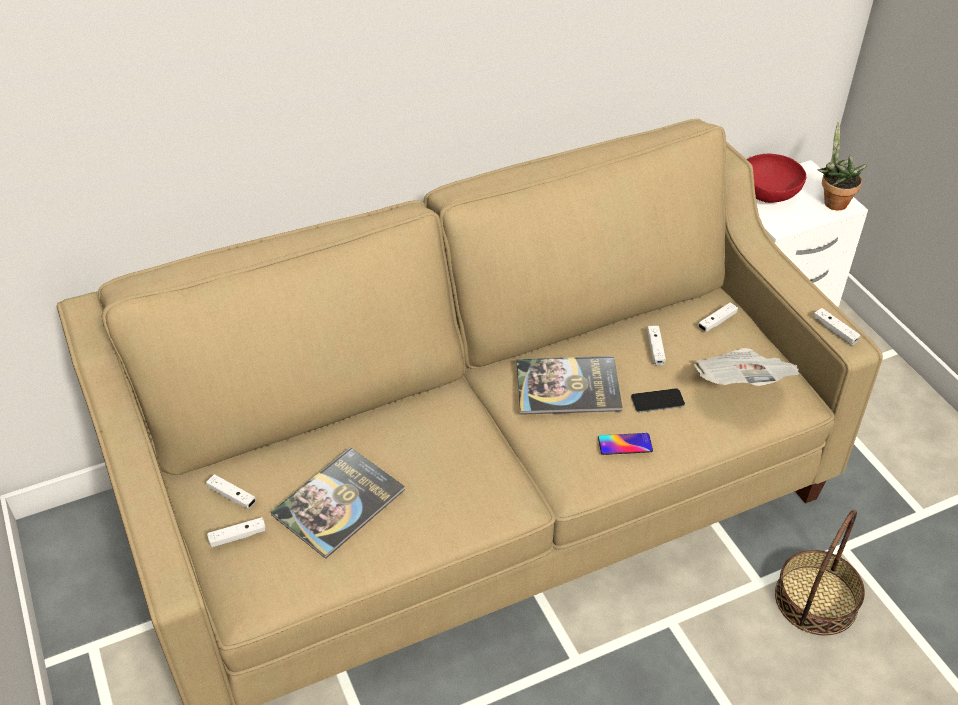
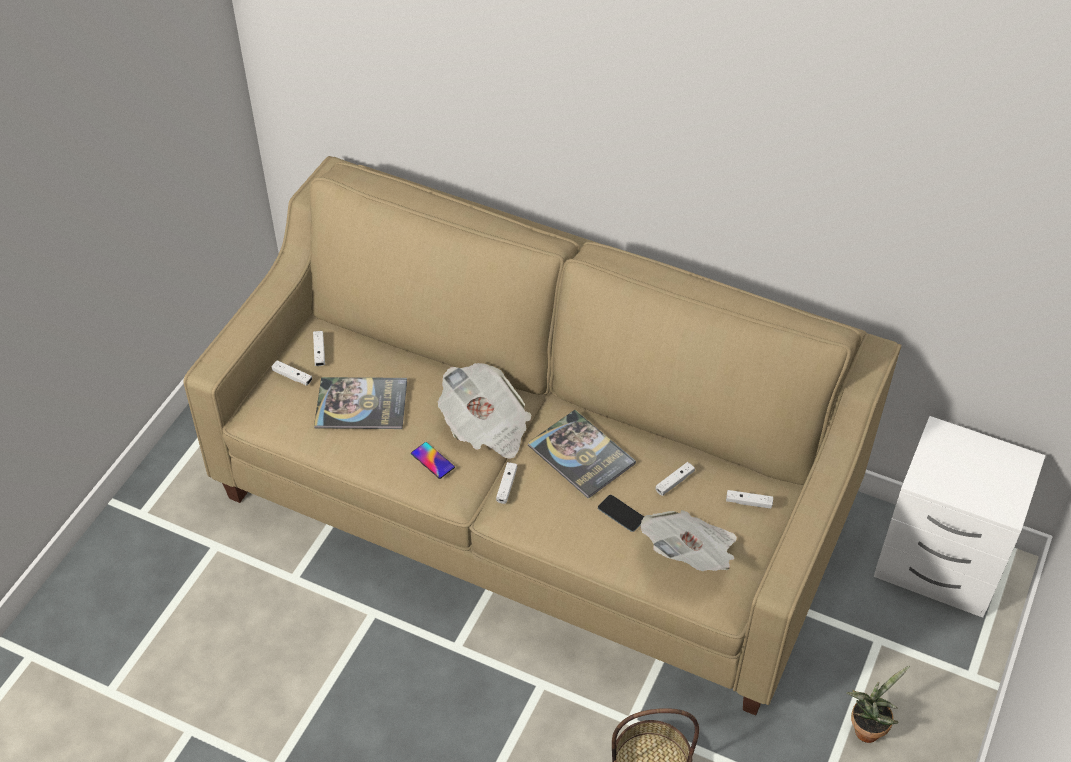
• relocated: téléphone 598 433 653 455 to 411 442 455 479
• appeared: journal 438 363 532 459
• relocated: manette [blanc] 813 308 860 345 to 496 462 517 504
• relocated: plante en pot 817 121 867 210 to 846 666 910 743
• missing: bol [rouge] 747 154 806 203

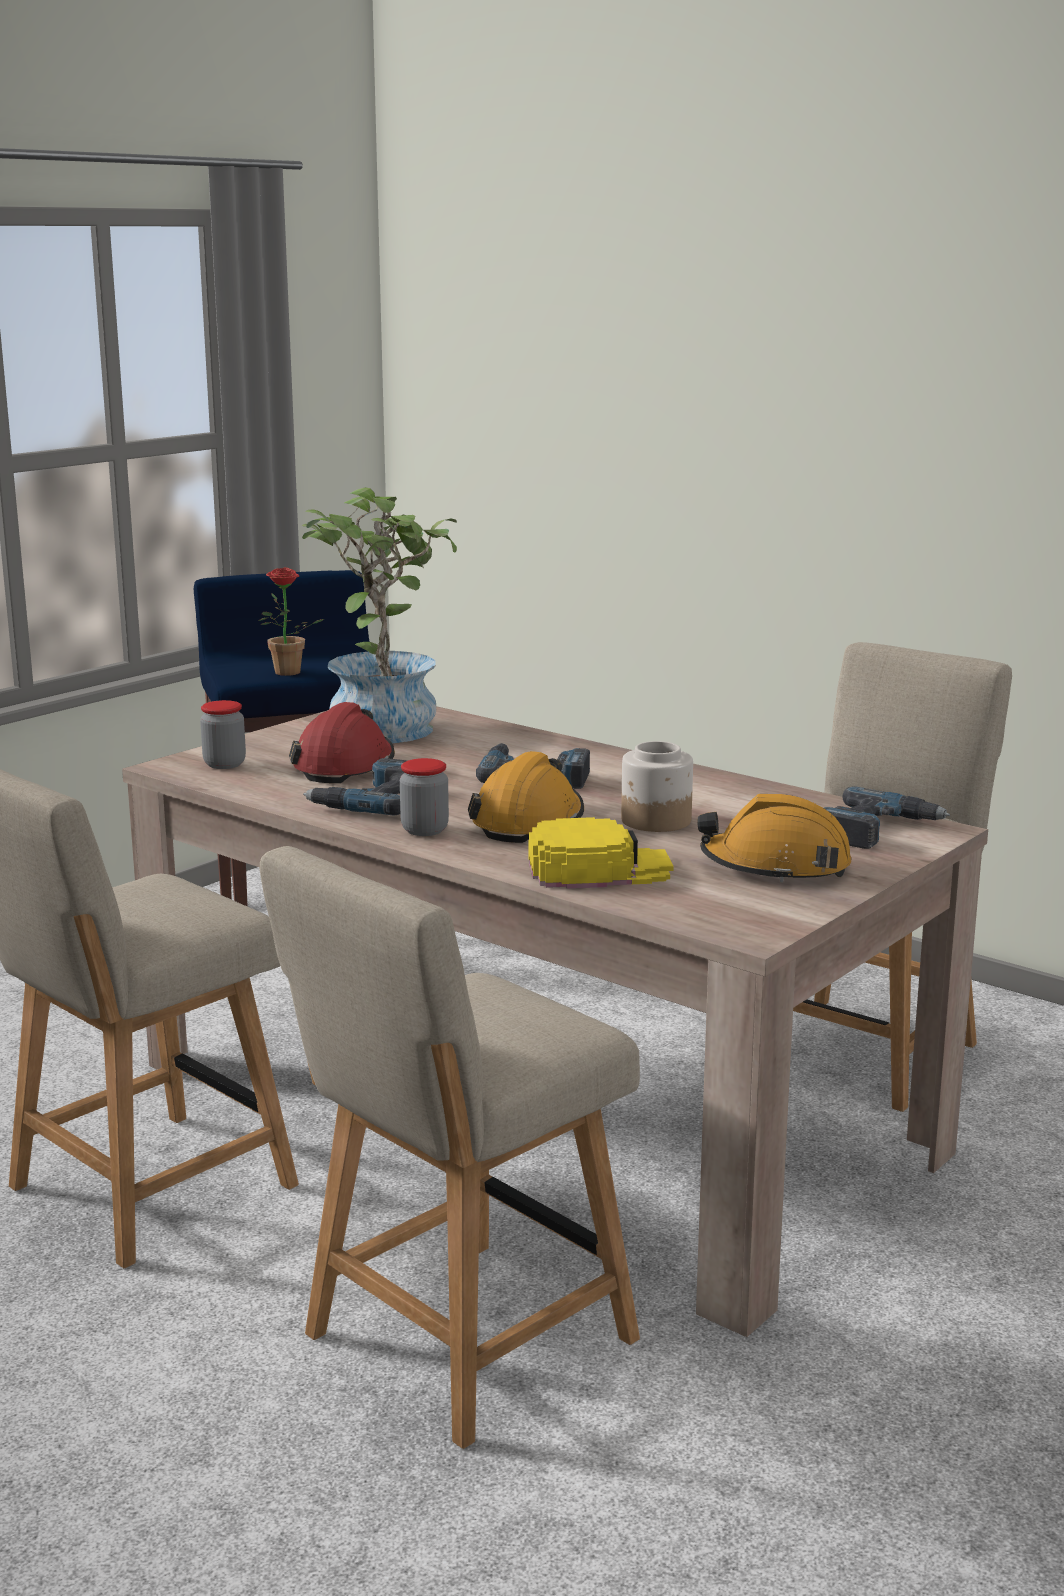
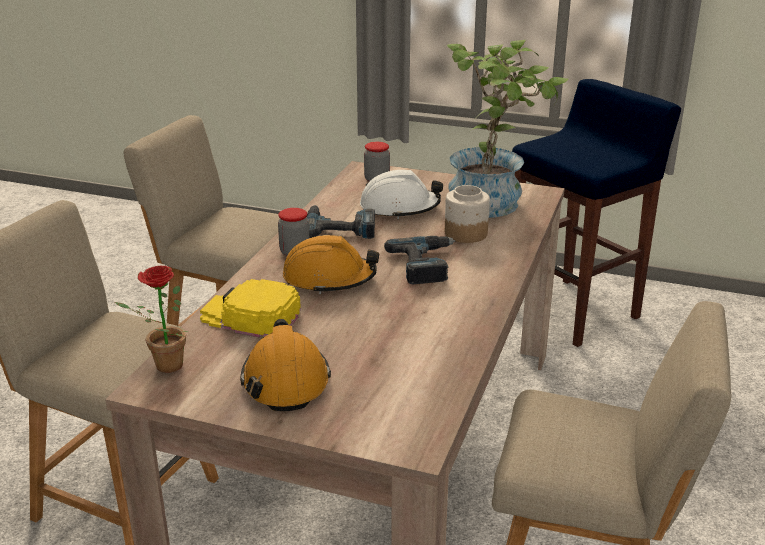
• relocated: plante en pot 259 567 324 676 to 115 265 189 373
• spun: casquette [jaune] 528 817 674 889 = 200 279 301 338 135 degrees clockwise
• colour: casque de chantier [rouge] 289 702 395 783 to casque de chantier [blanc] 360 170 443 219
• relocated: bocal 621 741 693 832 to 445 185 490 243
• missing: perceuse 824 786 950 849

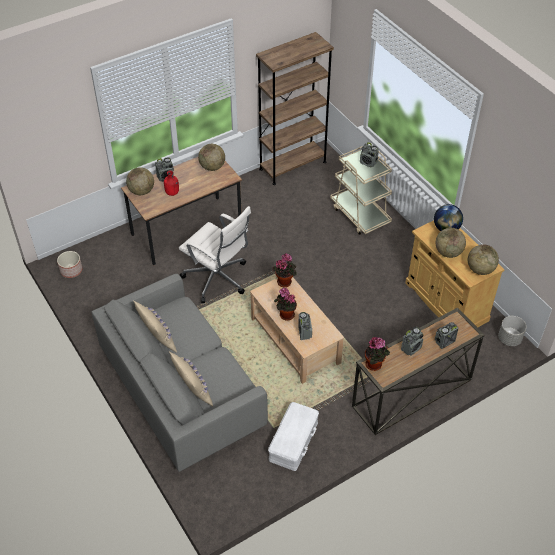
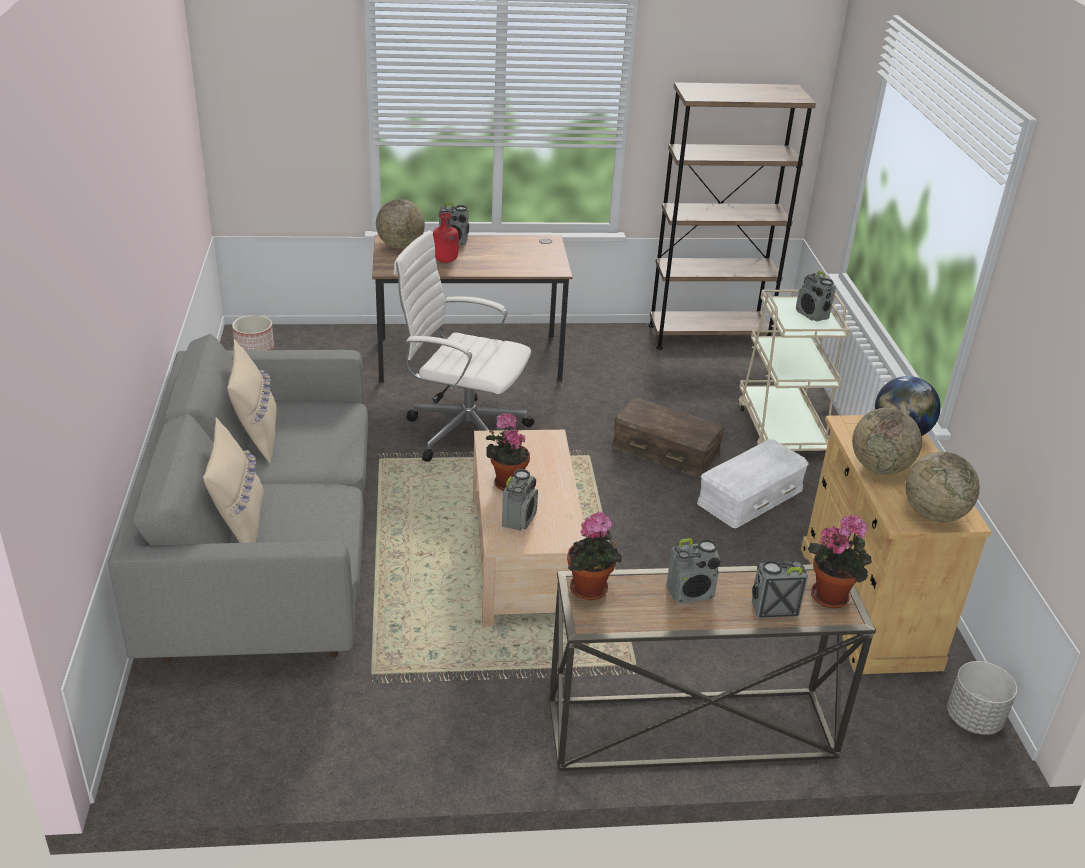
• spun: chaise de bureau [blanc] 179 206 251 303 = 394 230 534 462 135 degrees clockwise
• appeared: boîte de rangement [marron] 611 398 725 478
• relocated: boîte de rangement [blanc] 268 402 319 471 to 697 439 809 528
• relocated: plante en pot 272 253 297 288 to 808 515 872 608
• missing: globe 198 144 225 171

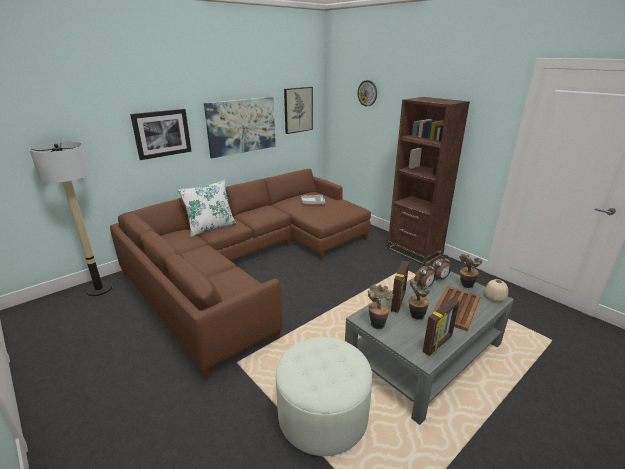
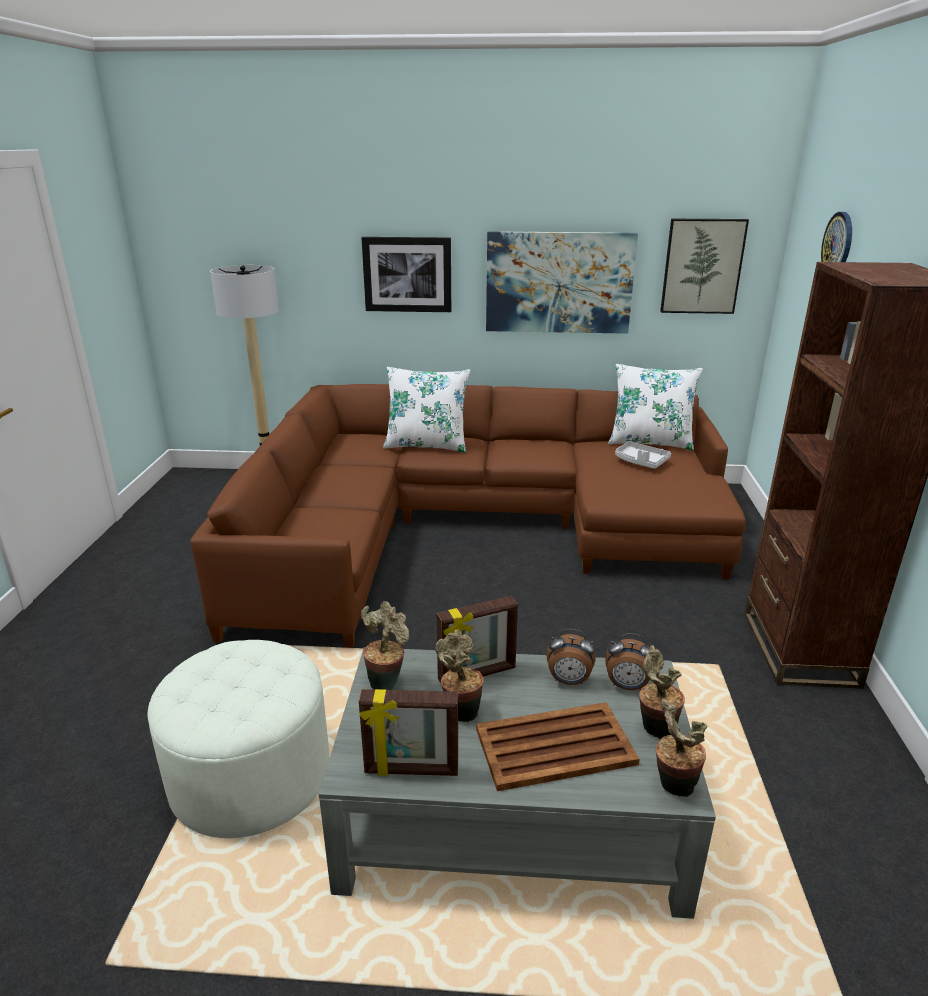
• appeared: coussin [blanc] 608 363 703 451
• exchanged: vase [beige] 485 279 508 302 to plante en pot 656 699 707 797

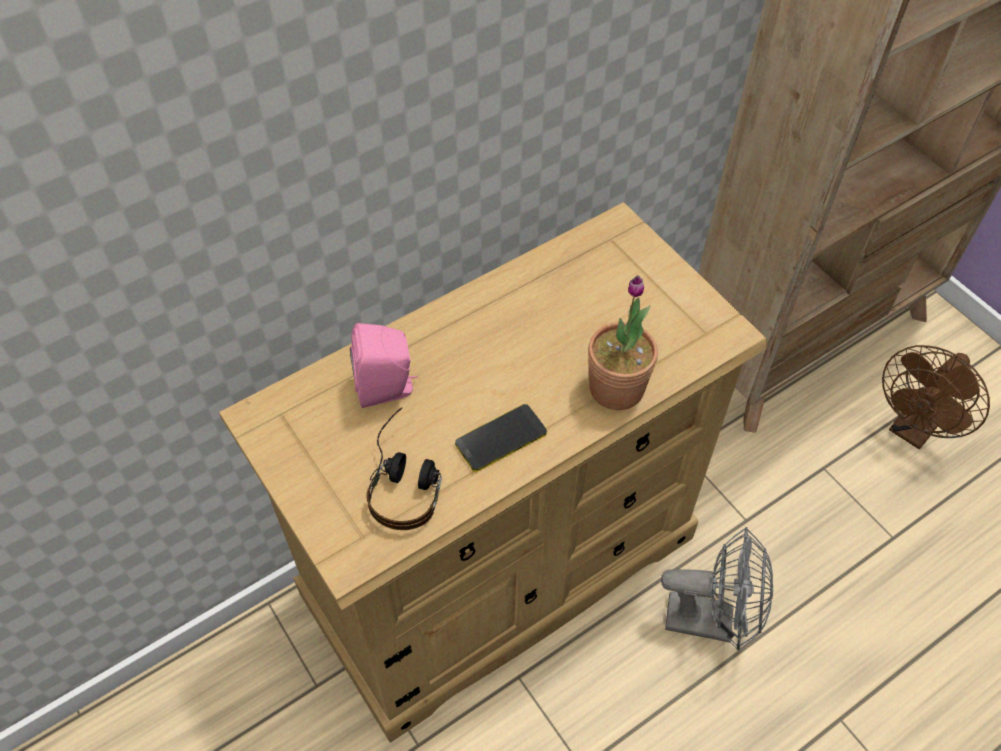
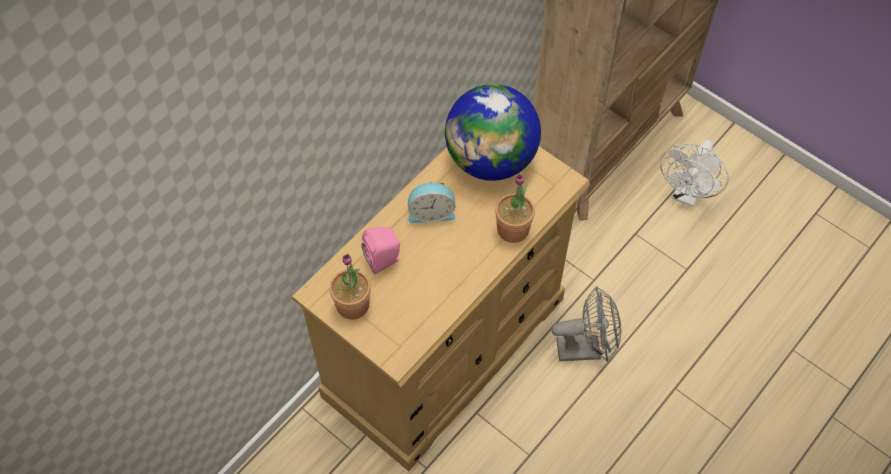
• appeared: plante en pot 330 254 371 319
• appeared: réveil 408 182 456 223
• appeared: globe 445 84 541 181
• colour: ventilateur [marron] 882 345 990 449 to ventilateur [blanc] 660 140 729 207
• missing: casque audio 366 408 442 530
• missing: téléphone 455 404 547 472

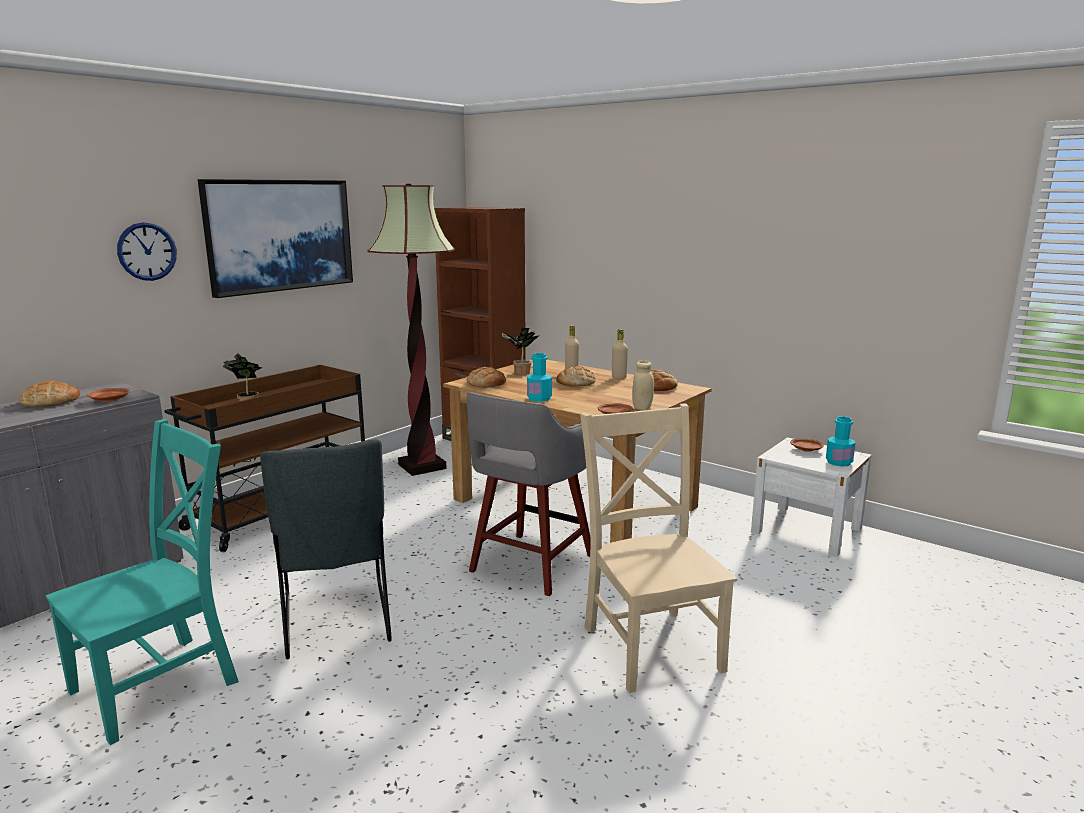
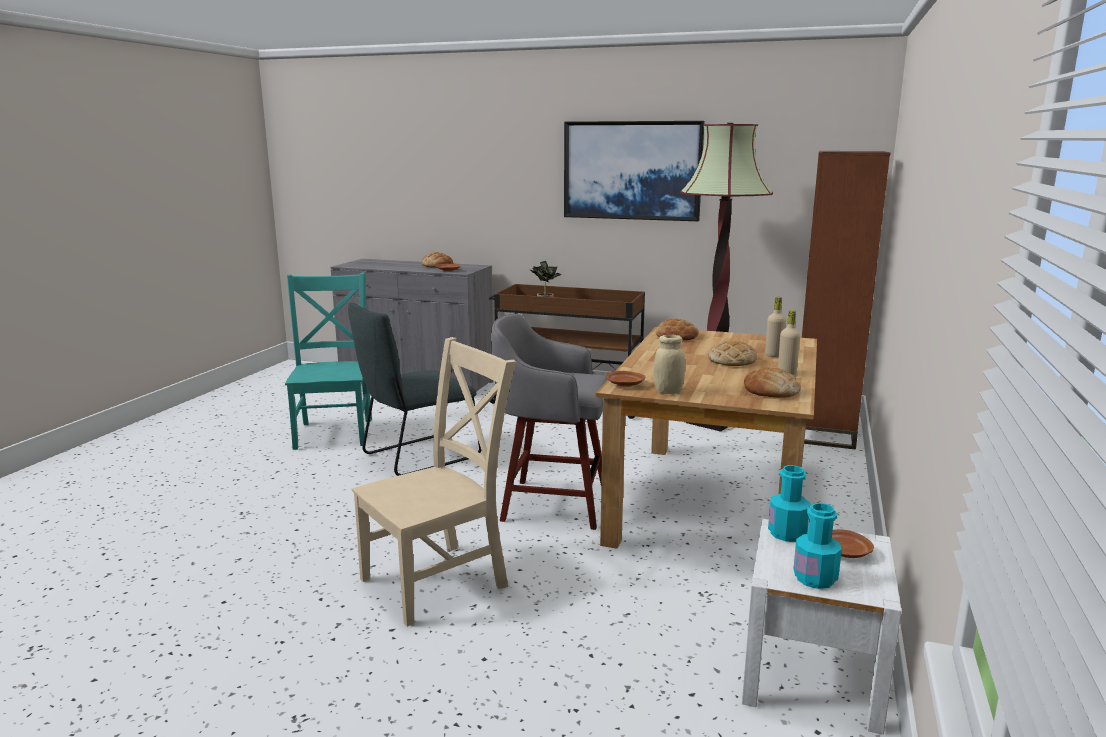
• spun: chaise [turquoise] 46 419 239 745 = 285 273 372 450 120 degrees counterclockwise
• relocated: bouteille [turquoise] 527 353 552 402 to 768 465 810 542
• missing: horloge murale 117 222 177 281
• missing: plante en pot 501 326 539 375

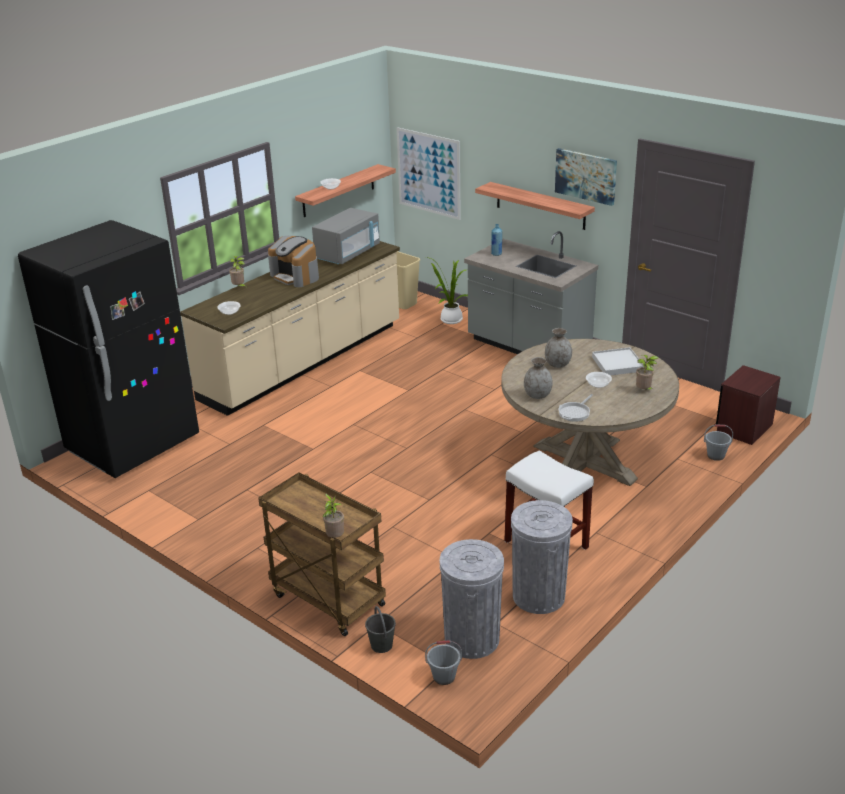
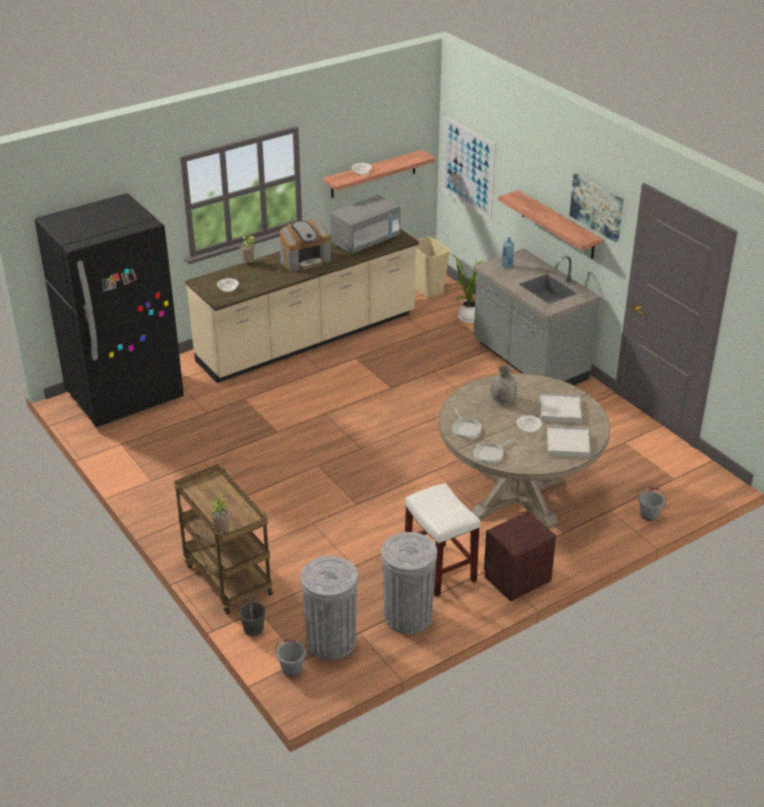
• spun: machine à café 268 236 319 287 = 280 220 331 271 90 degrees counterclockwise
• exchanged: vase [gris] 524 357 553 399 to poêle 452 408 481 439
• relocated: table de chevet [marron] 716 365 781 445 to 484 511 556 602
• exchanged: plante en pot 636 355 659 390 to plateau [blanc] 547 426 590 458

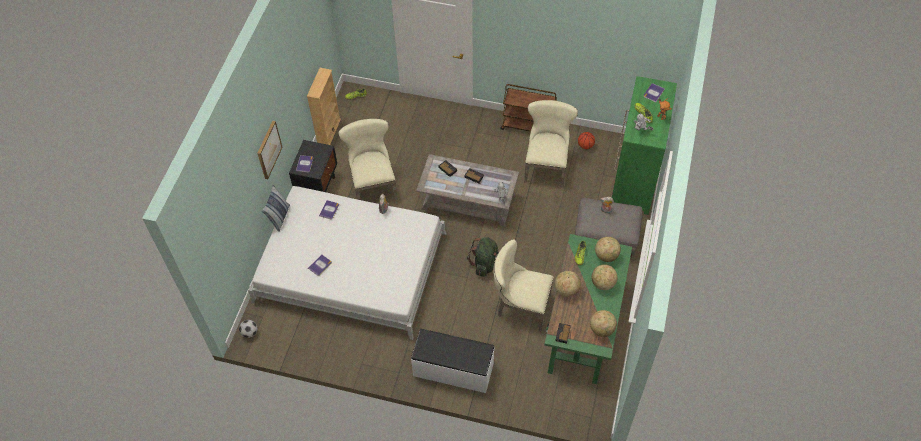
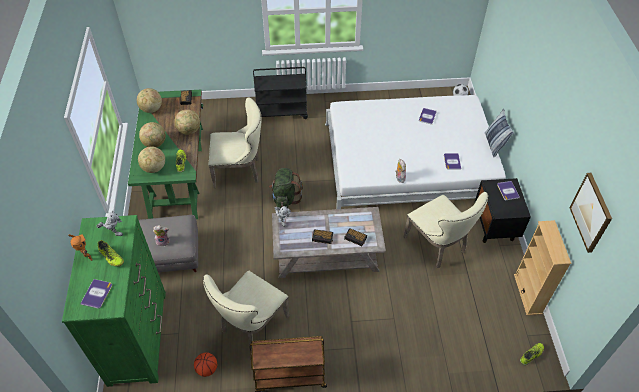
• spun: chaise [beige] 524 100 578 187 = 203 271 290 352 45 degrees clockwise
• exchanged: banc [blanc] 411 329 495 393 to chariot [noir] 253 67 308 119
• relocated: tableau 257 121 283 179 to 570 173 612 253

